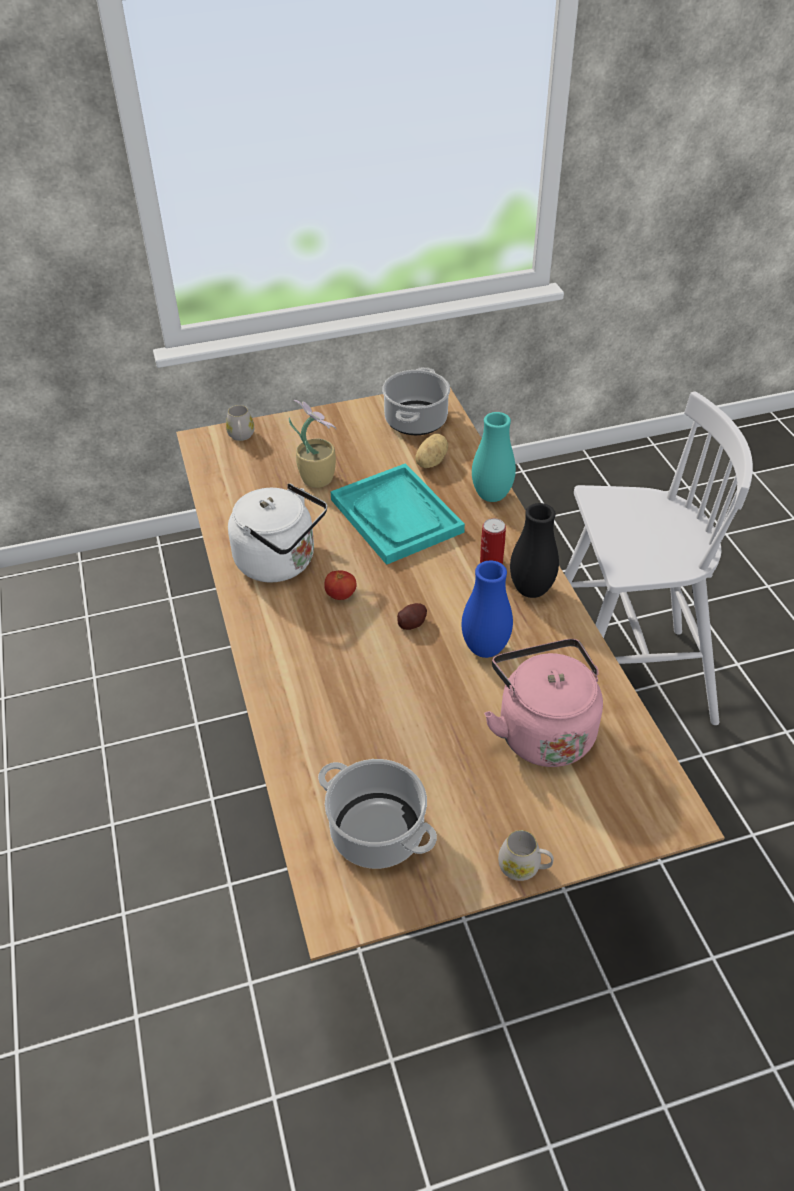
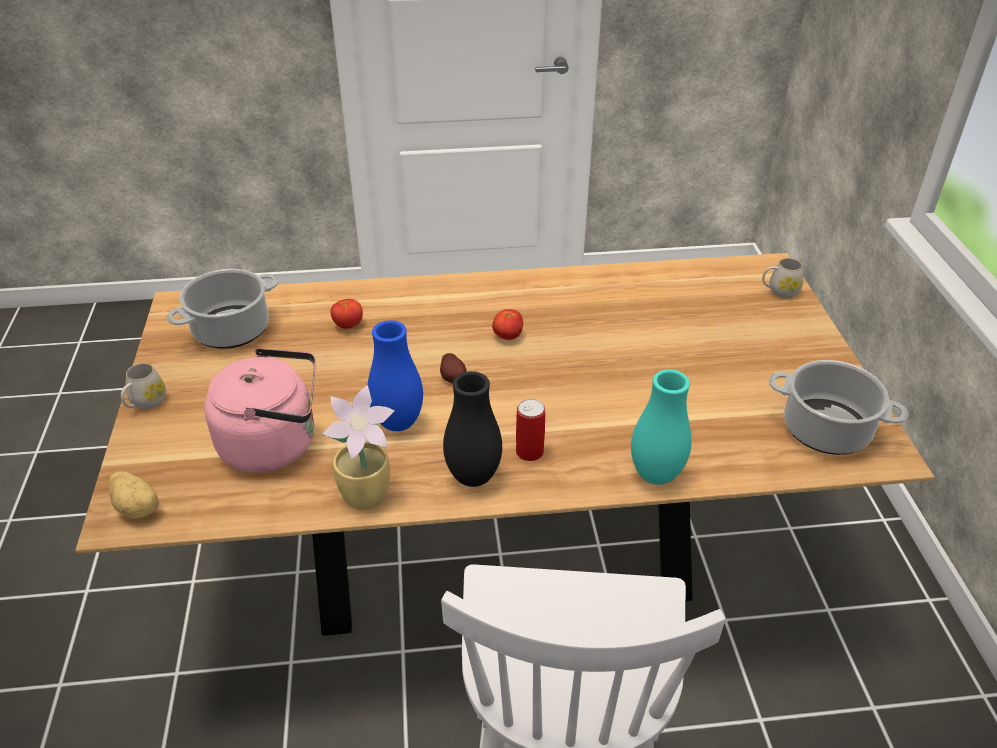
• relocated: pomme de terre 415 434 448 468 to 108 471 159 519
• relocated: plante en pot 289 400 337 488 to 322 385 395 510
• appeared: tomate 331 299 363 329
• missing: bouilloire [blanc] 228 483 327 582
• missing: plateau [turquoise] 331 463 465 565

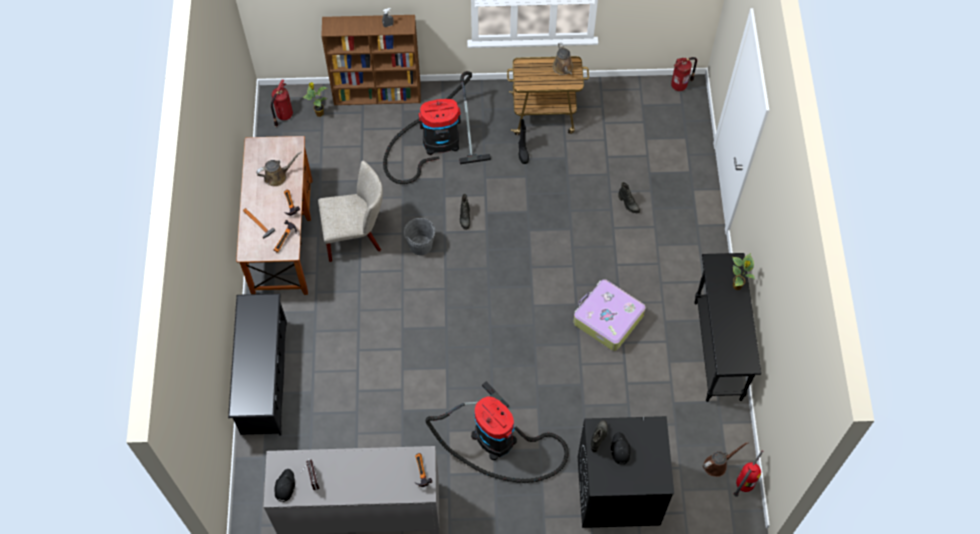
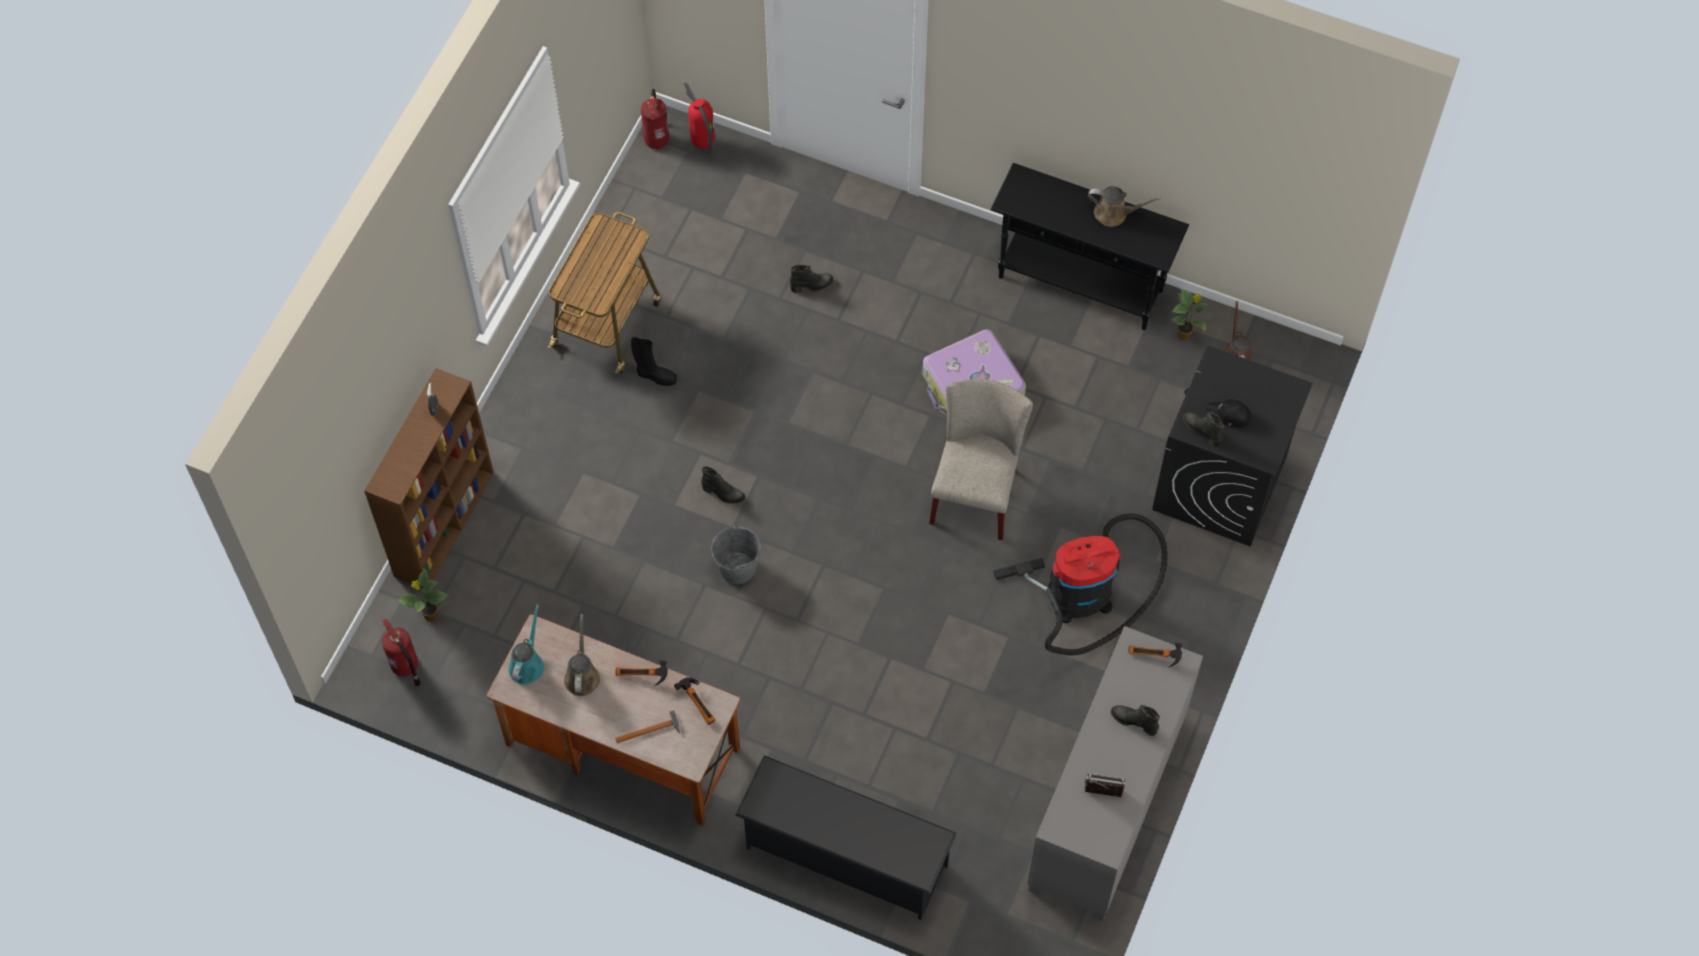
• appeared: arrosoir [turquoise] 508 604 544 685
• relocated: extincteur 734 450 763 497 to 684 83 715 155
• relocated: chaise [beige] 318 161 383 262 to 929 379 1033 540
• relocated: arrosoir [marron] 553 43 573 75 to 1088 186 1161 227
• appeared: botte [noir] 1111 705 1160 736
• relocated: plante en pot 733 253 755 290 to 1172 289 1210 341
• missing: casquette [noir] 275 469 295 502
• missing: aspirateur 383 71 491 184

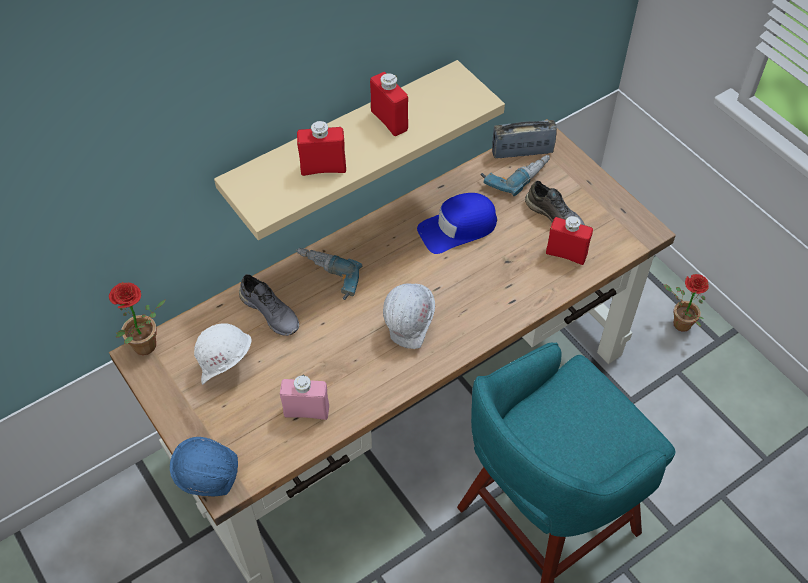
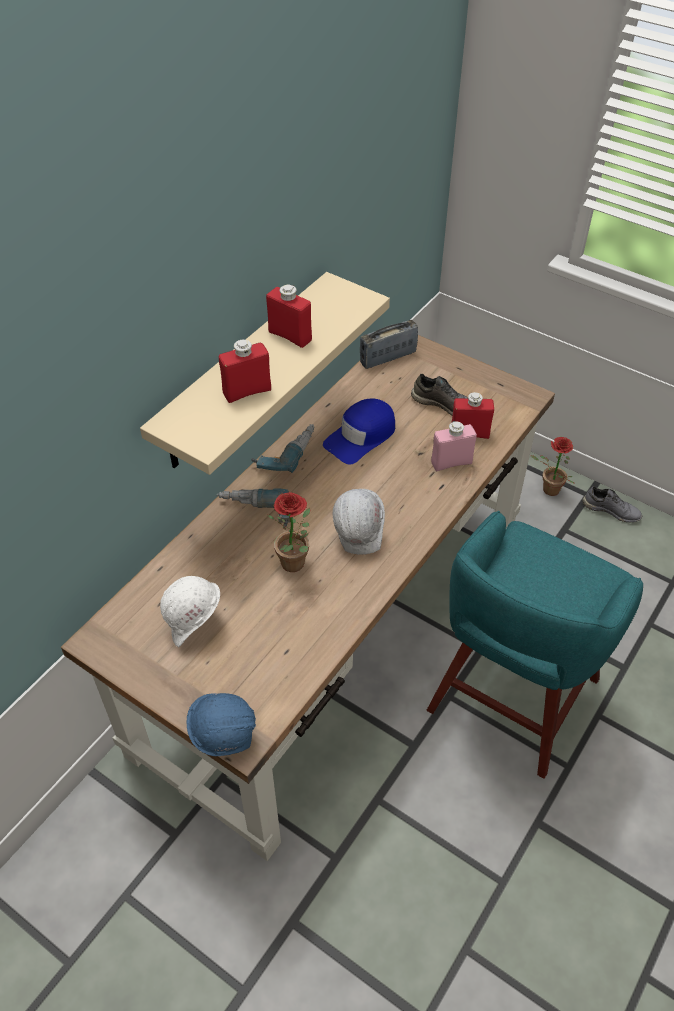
• relocated: perceuse 480 155 550 196 to 251 424 315 473
• relocated: plante en pot 109 282 166 355 to 267 492 310 572
• relocated: bouteille [rose] 280 374 329 420 to 431 421 477 471
• relocated: chaussure [gris] 239 274 299 336 to 582 486 643 522

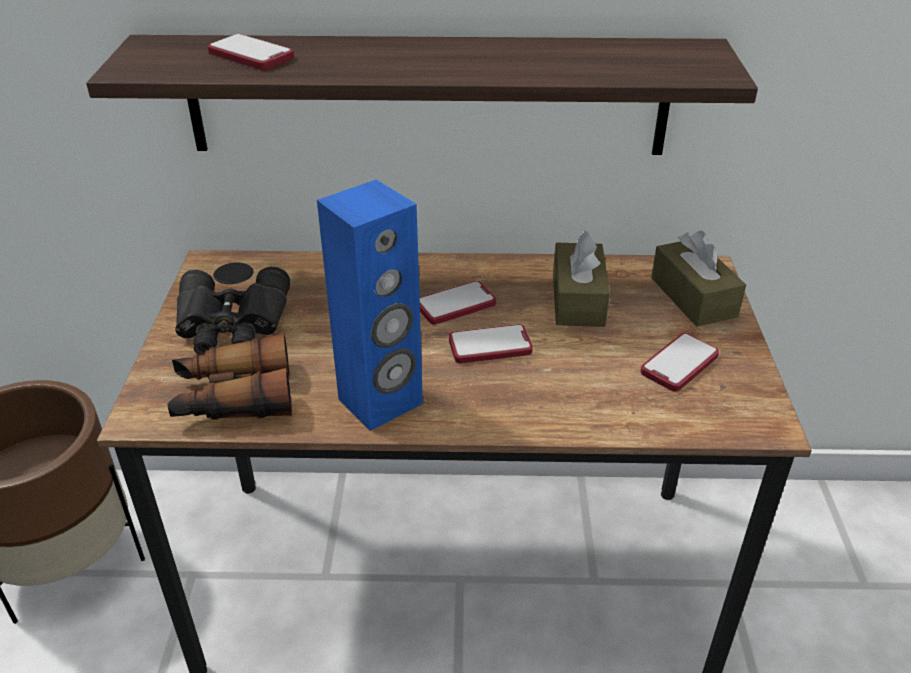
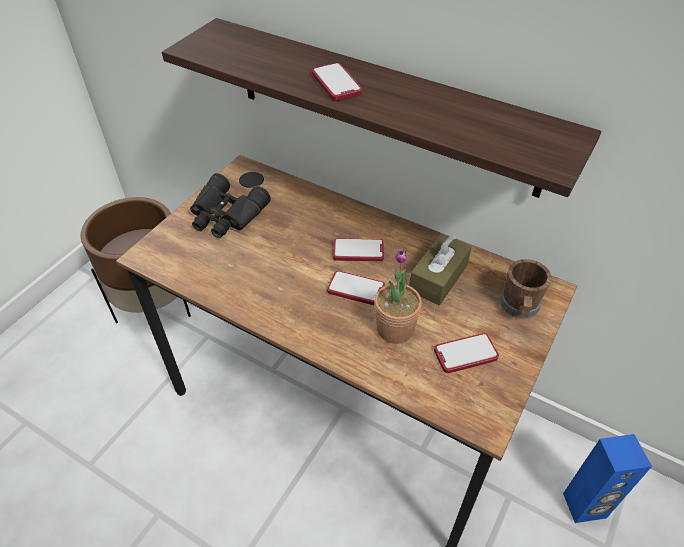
• relocated: téléphone 207 34 294 70 to 312 63 362 101
• appeared: plante en pot 374 249 422 344
• exchanged: boîte à mouchoirs [marron] 651 231 746 327 to mug [marron] 500 259 552 319
• relocated: enceinte [bleu] 317 179 423 431 to 563 434 652 523
• missing: jumelles 167 333 292 420

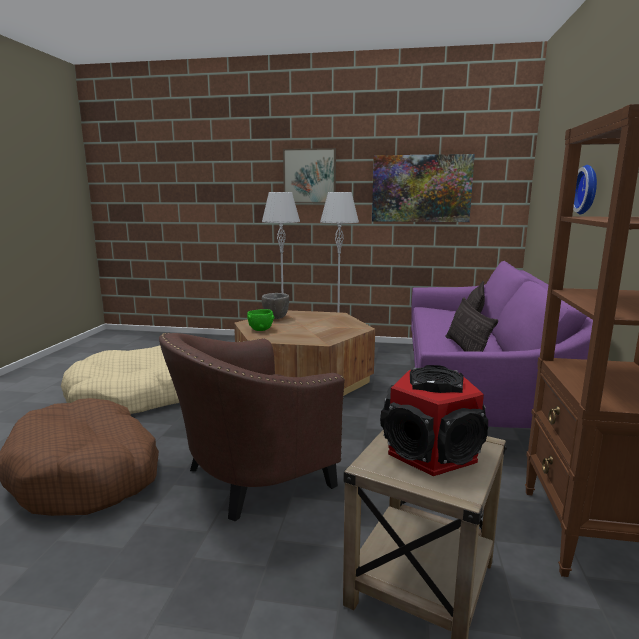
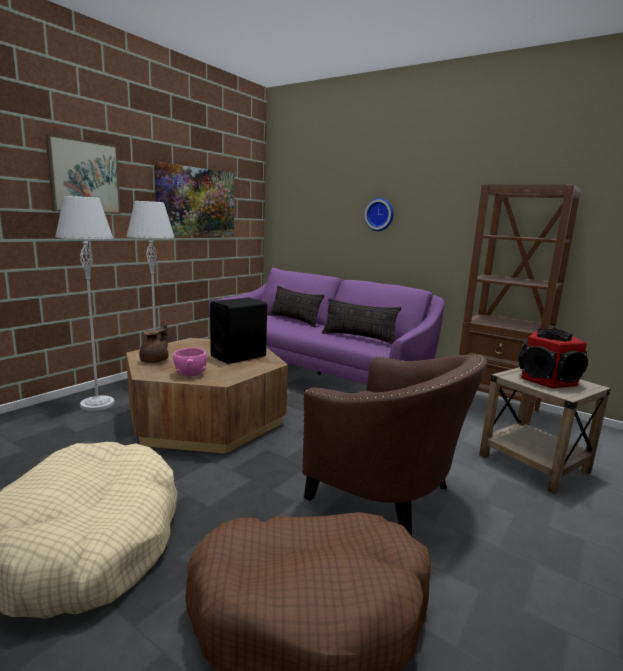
• exchanged: bol [gris] 262 293 289 319 to théière [marron] 139 321 168 363
• colour: bol [vert] 247 309 274 331 to bol [rose] 173 348 207 376
• appeared: enceinte [noir] 210 297 267 364
• spun: fauteuil [marron] 159 333 345 521 = 302 355 487 535 45 degrees counterclockwise

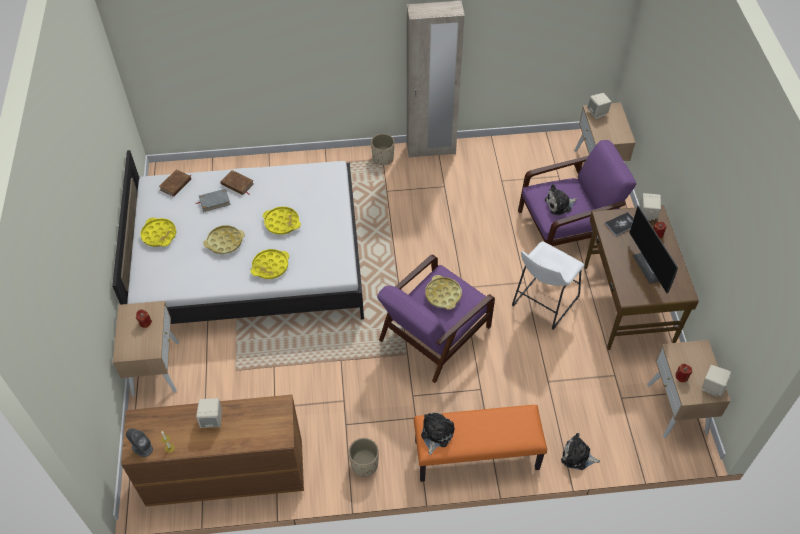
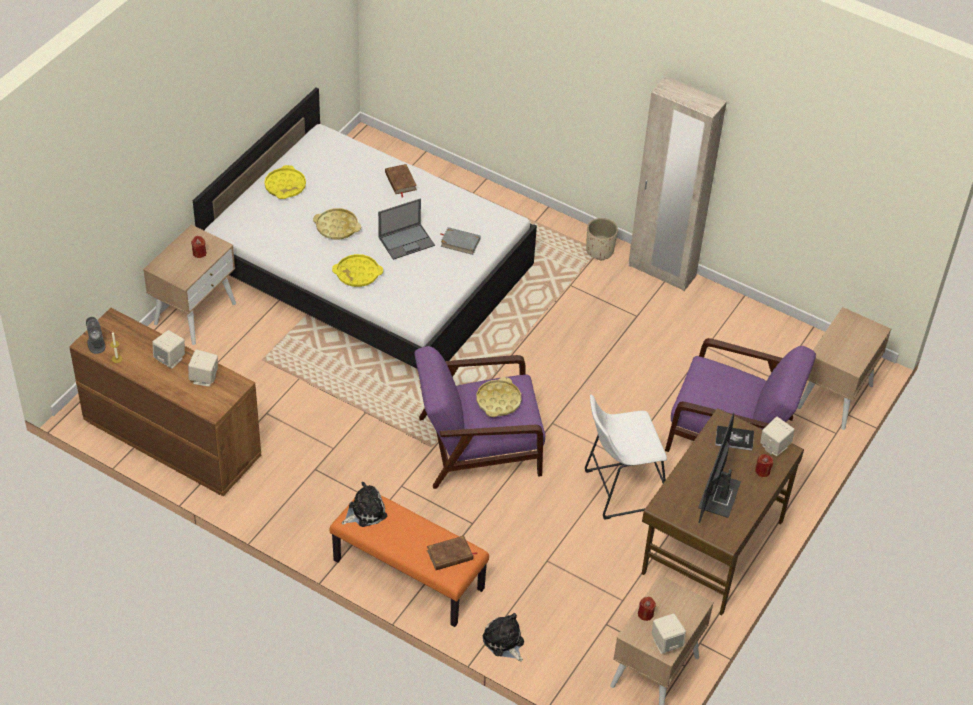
• relocated: enceinte [beige] 587 93 612 119 to 188 349 218 387
• exchanged: plateau [jaune] 263 206 301 235 to ordinateur portable 378 198 435 260
• relocated: livre [marron] 159 169 191 197 to 427 536 477 570
• relocated: livre [gris] 196 189 231 212 to 440 227 480 255
• missing: cache-pot [beige] 348 438 379 477
• missing: peluche 545 184 577 216

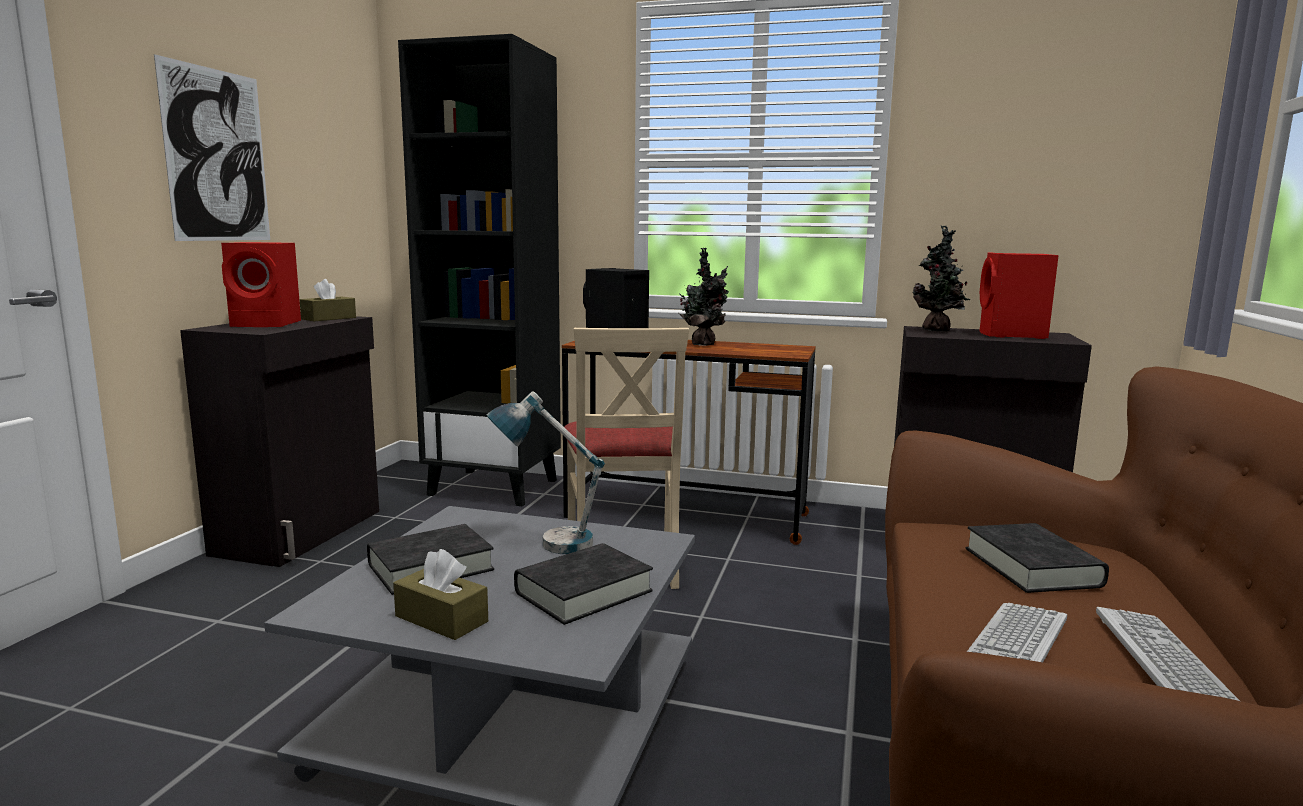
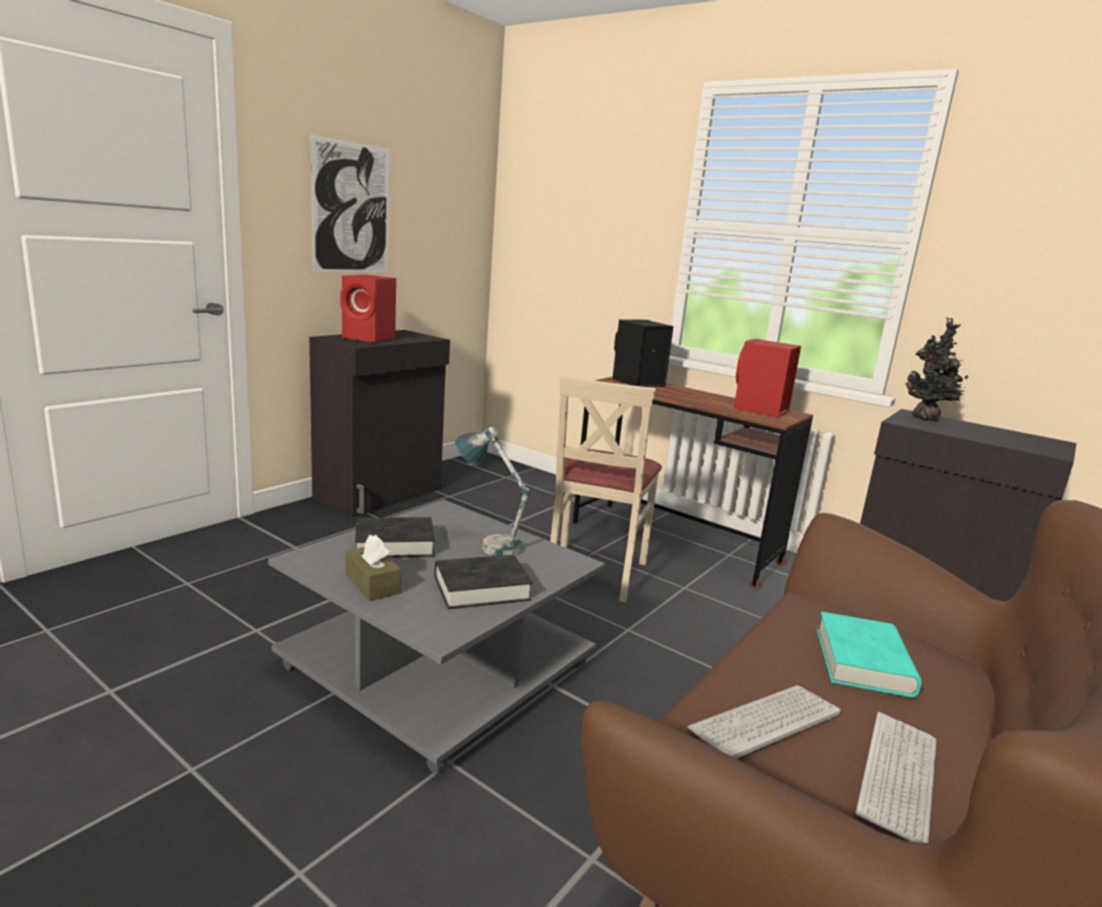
• relocated: enceinte [rouge] 980 253 1059 339 to 734 339 801 418
• colour: livre [noir] 966 523 1109 593 to livre [turquoise] 817 612 922 697
• missing: boîte à mouchoirs [marron] 300 279 356 321
• missing: bibliothèque [noir] 398 34 561 506
• missing: plante en pot 678 248 729 346

